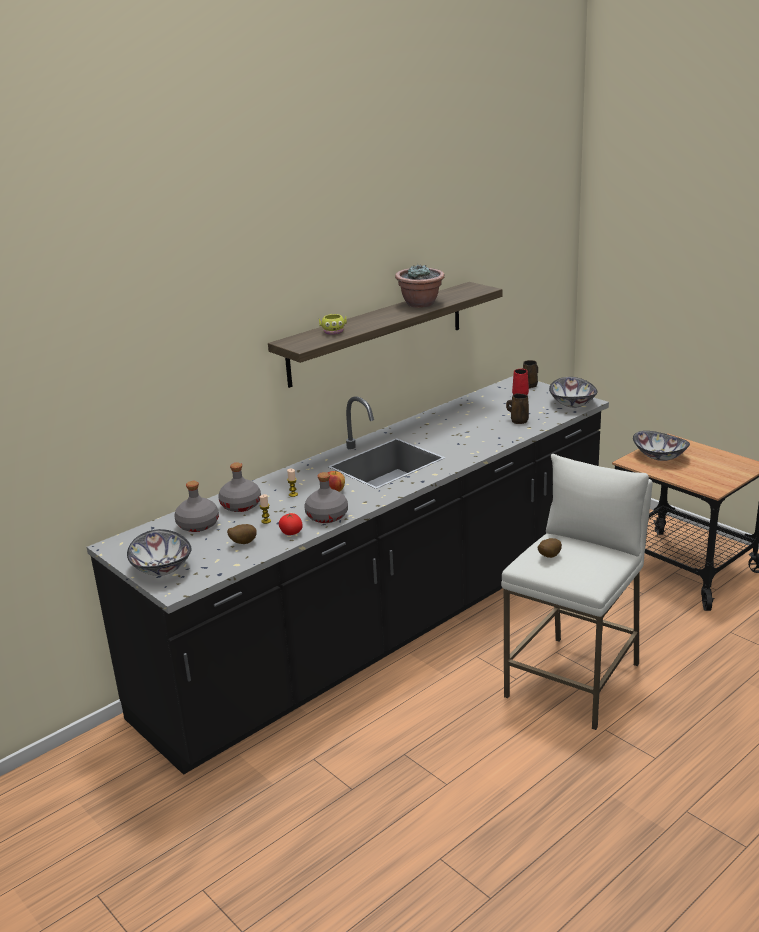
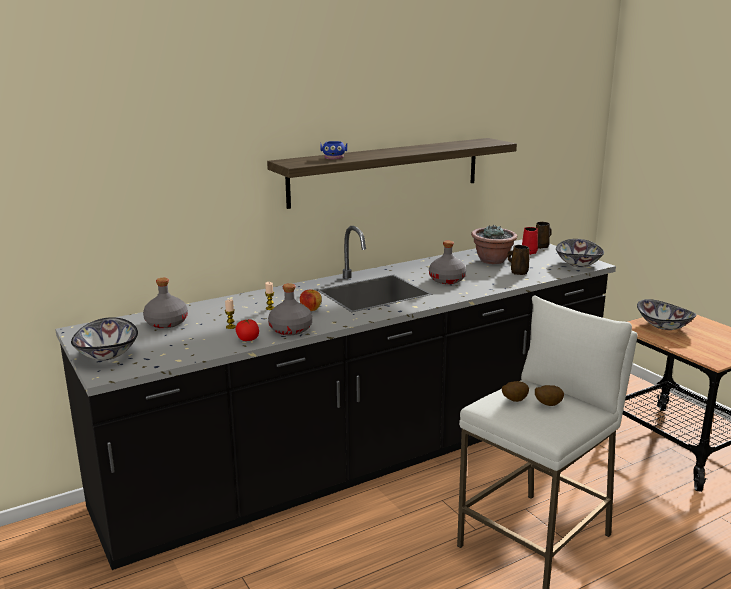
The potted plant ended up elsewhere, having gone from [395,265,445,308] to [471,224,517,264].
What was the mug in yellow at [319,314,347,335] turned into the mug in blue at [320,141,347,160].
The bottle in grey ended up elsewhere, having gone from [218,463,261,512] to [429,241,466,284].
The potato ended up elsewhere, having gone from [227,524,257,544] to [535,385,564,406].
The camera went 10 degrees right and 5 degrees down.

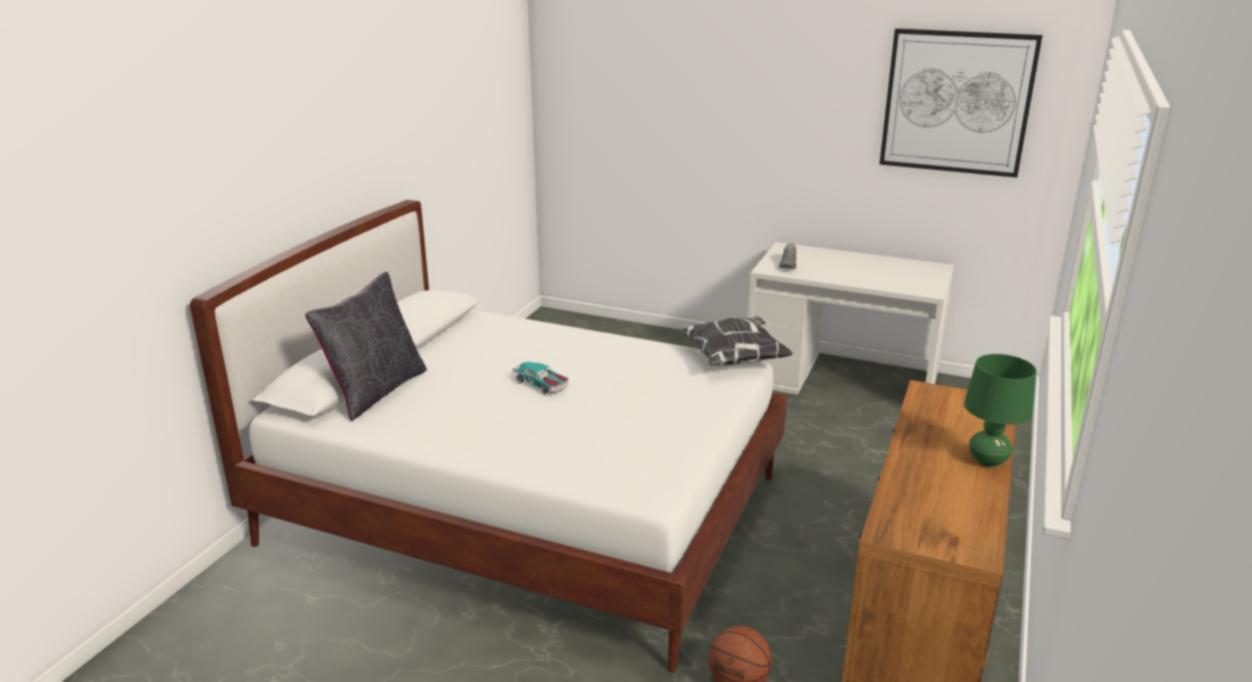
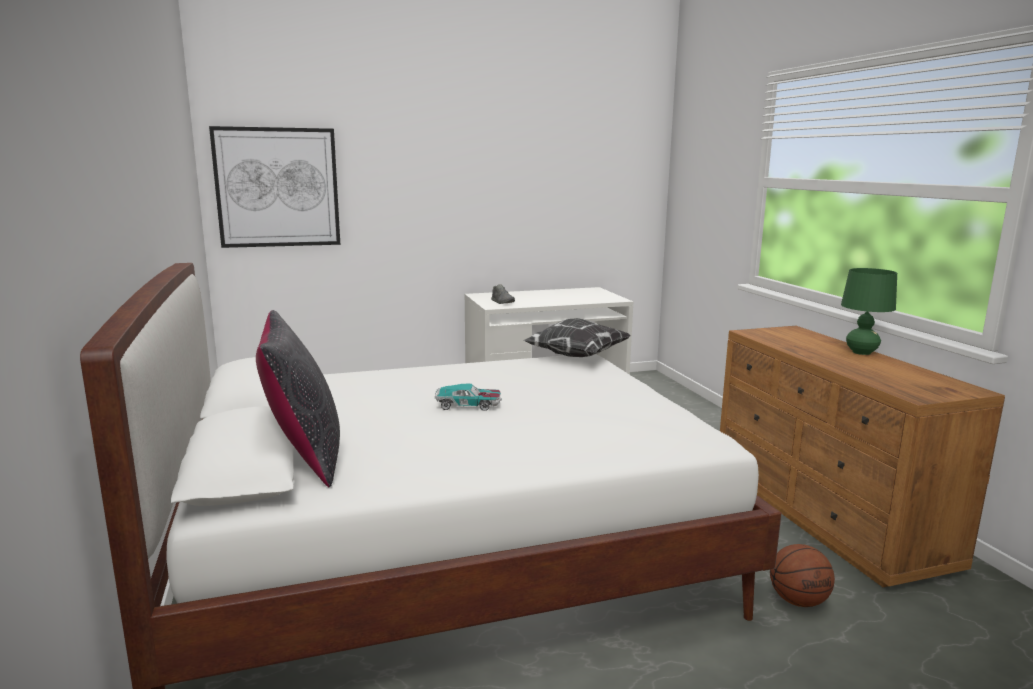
The picture ended up elsewhere, having gone from [879,28,1043,178] to [209,126,340,248].
The camera went 40 degrees left and 10 degrees down.

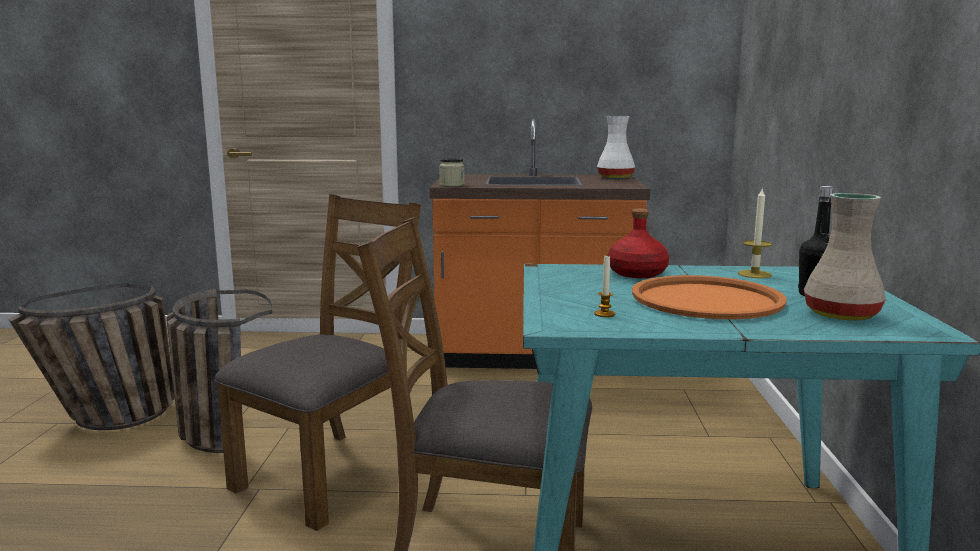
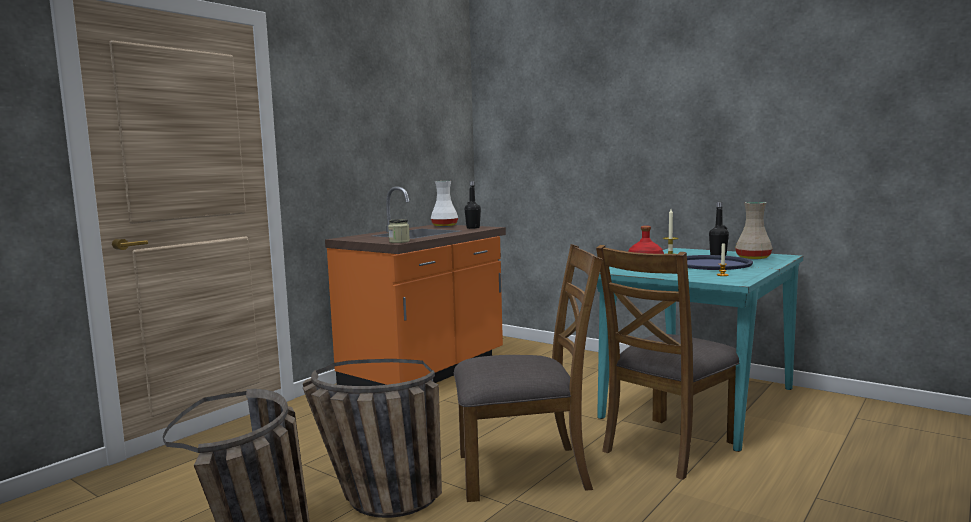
The chair in brown at [215,194,421,531] ended up facing another way, 105 degrees clockwise from before.
What was the tray in orange at [632,275,787,319] turned into the tray in blue at [687,255,753,270].
The second view gained the bottle in black at [465,181,481,229].
The camera went 55 degrees left and 5 degrees down.

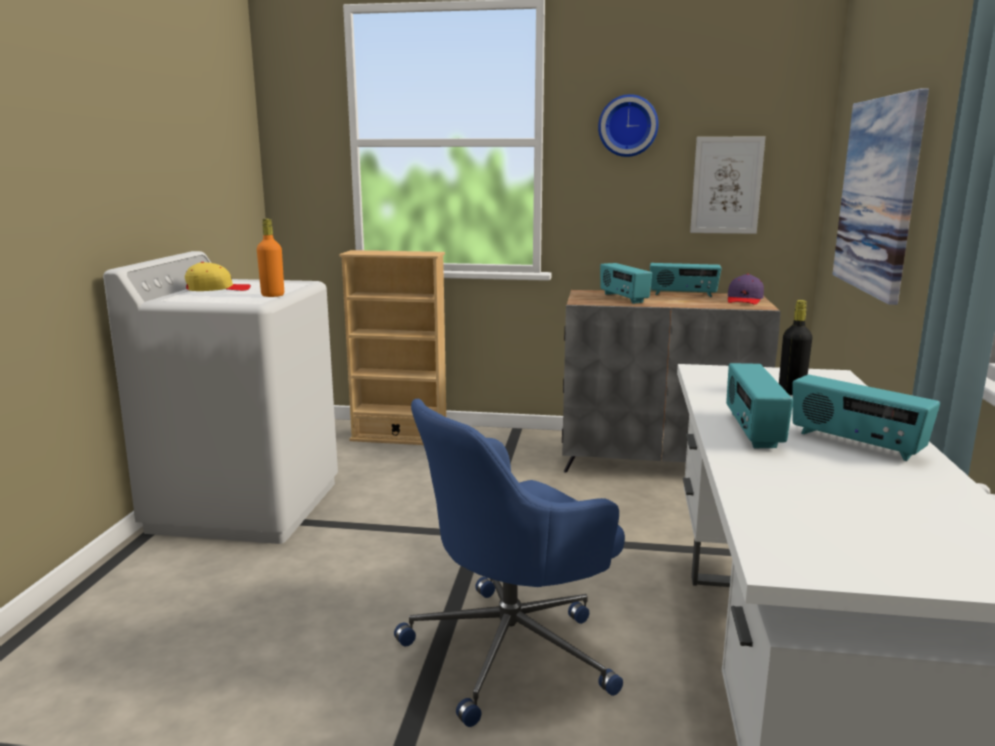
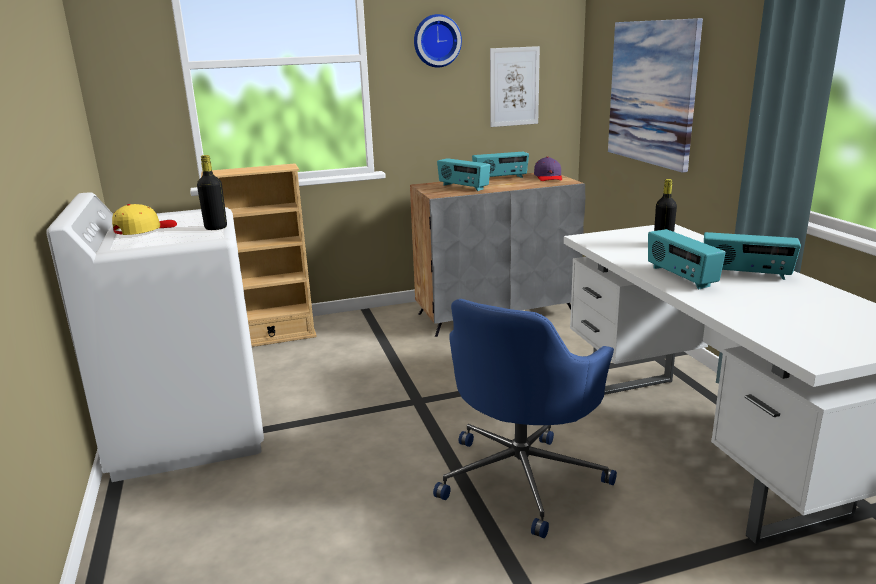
What was the bottle in orange at [257,219,284,297] turned into the bottle in black at [197,155,227,230].
The camera went 25 degrees left and 5 degrees up.

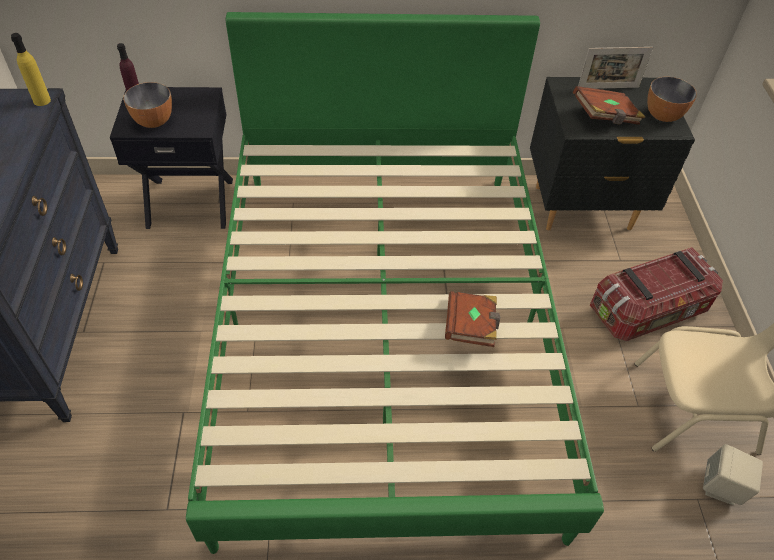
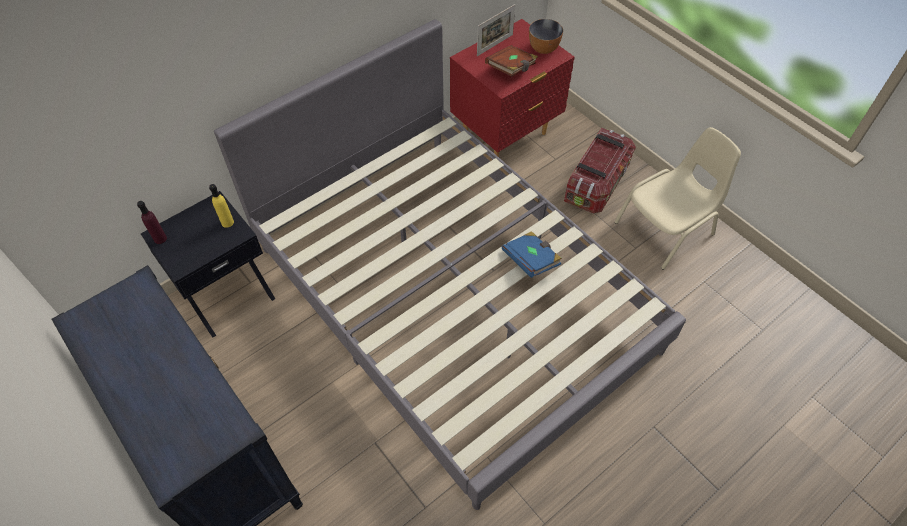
What was the bed in green at [186,12,604,554] turned into the bed in grey at [214,19,686,510].
The bottle in yellow ended up elsewhere, having gone from [11,33,51,106] to [209,184,234,228].
What was the nightstand in black at [530,77,695,230] turned into the nightstand in red at [450,19,575,157].
The second view lost the bowl at [123,82,172,128].
What was the book in brown at [445,291,500,347] turned into the book in blue at [502,231,562,278].
The second view lost the speaker in beige at [703,444,763,505].
The camera went 35 degrees left and 5 degrees up.

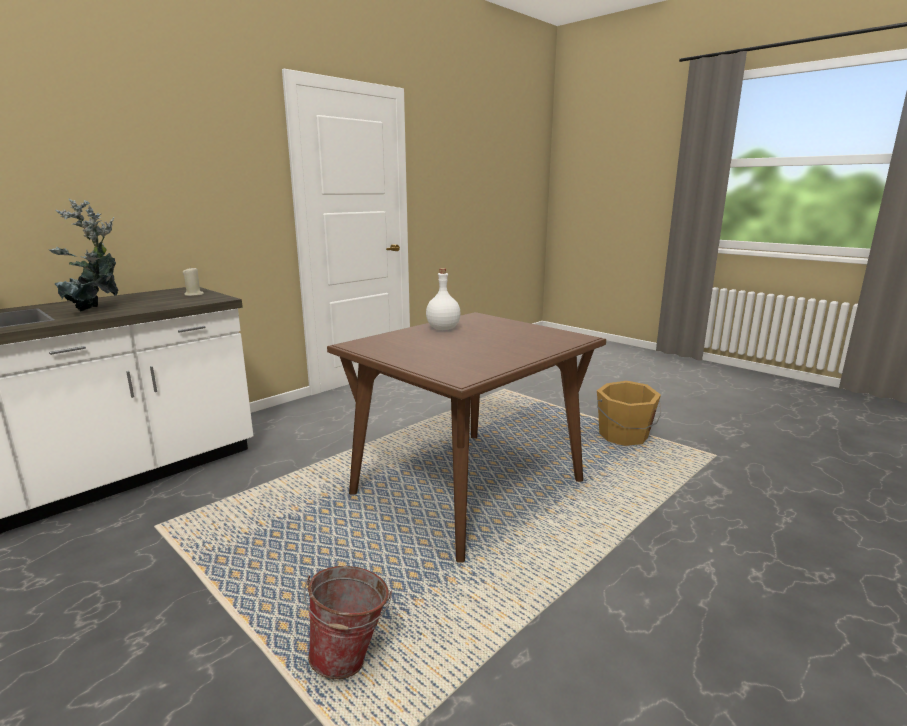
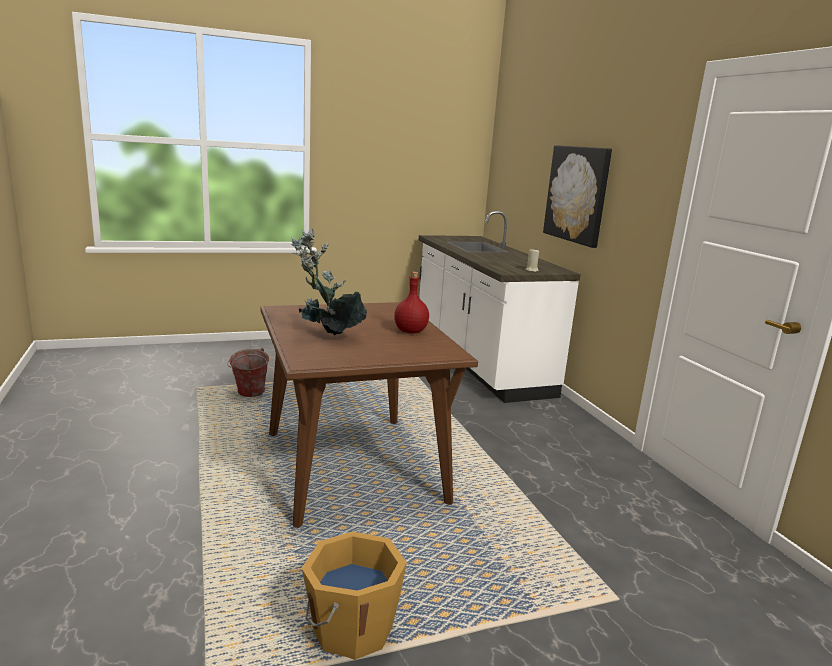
The potted plant ended up elsewhere, having gone from [49,198,118,311] to [291,229,367,335].
What was the bottle in white at [426,268,461,330] turned into the bottle in red at [394,272,429,333].
The second view gained the picture at [543,145,612,248].
The camera went 115 degrees right and 0 degrees up.

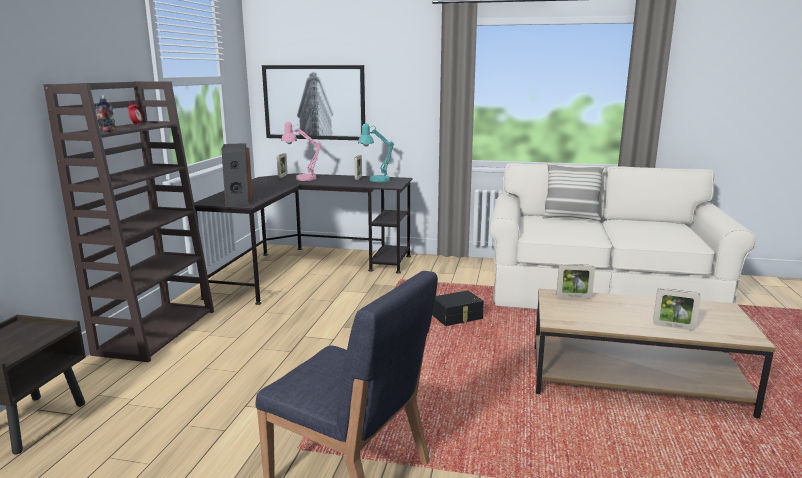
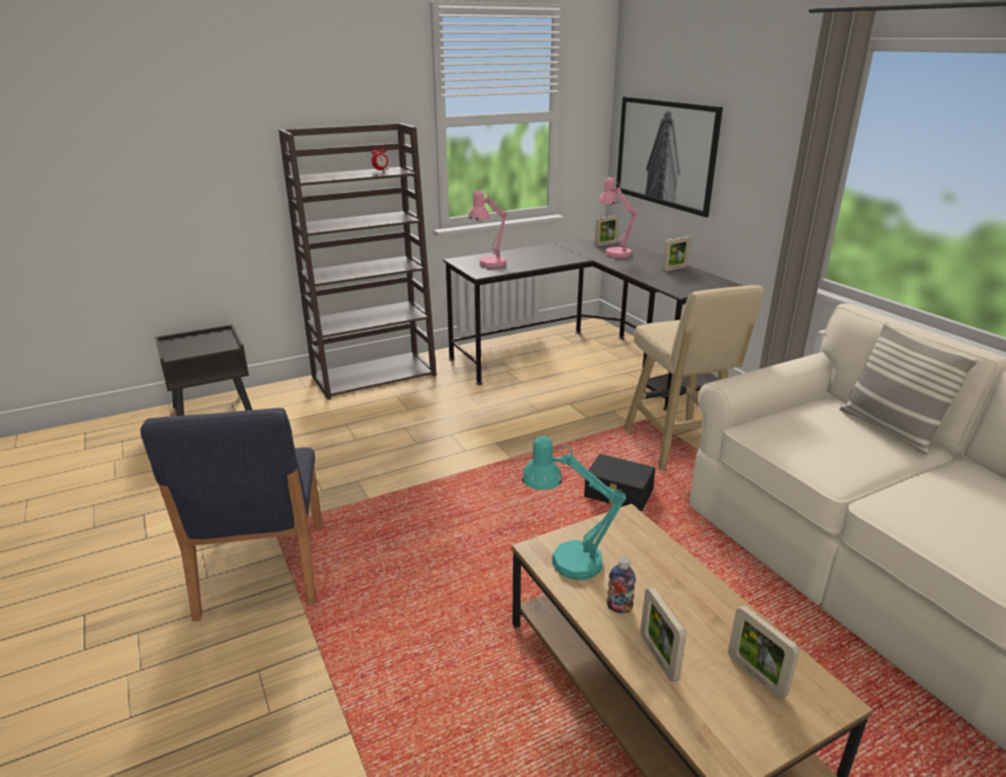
The bottle ended up elsewhere, having gone from [96,95,116,133] to [607,557,636,613].
The table lamp in turquoise ended up elsewhere, having gone from [358,123,394,182] to [522,436,626,580].
Where the speaker stood at [221,143,253,206], the table lamp in pink came to stand at [468,190,507,268].
The picture frame ended up elsewhere, having gone from [556,264,595,299] to [728,606,800,699].
The second view gained the stool in beige at [623,285,764,470].
The camera went 50 degrees right and 10 degrees up.

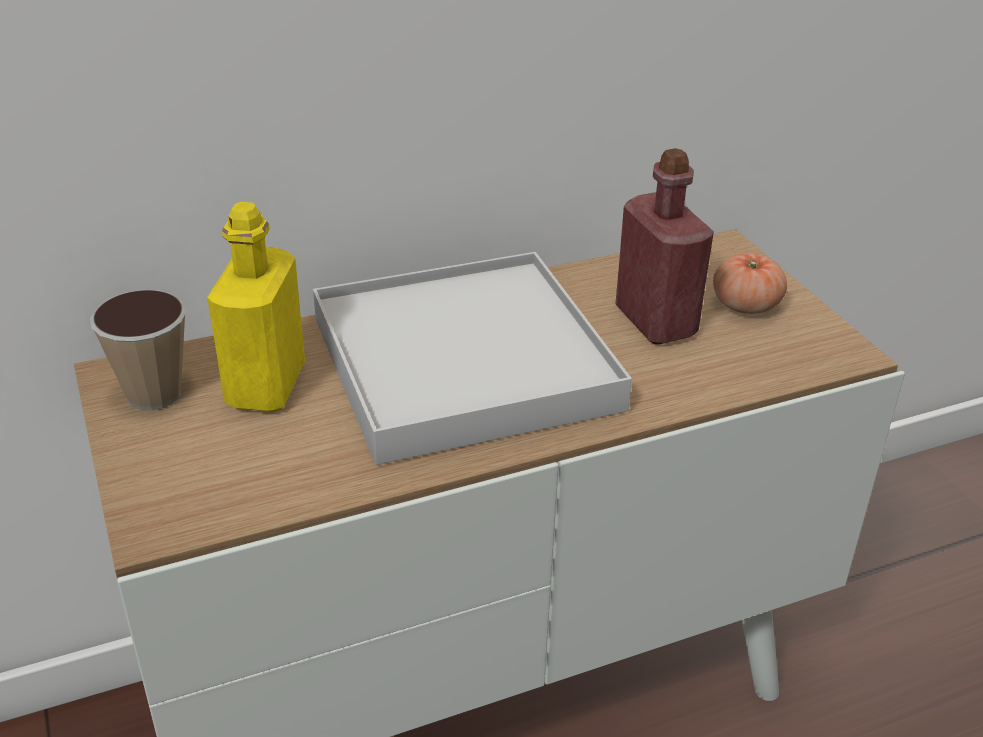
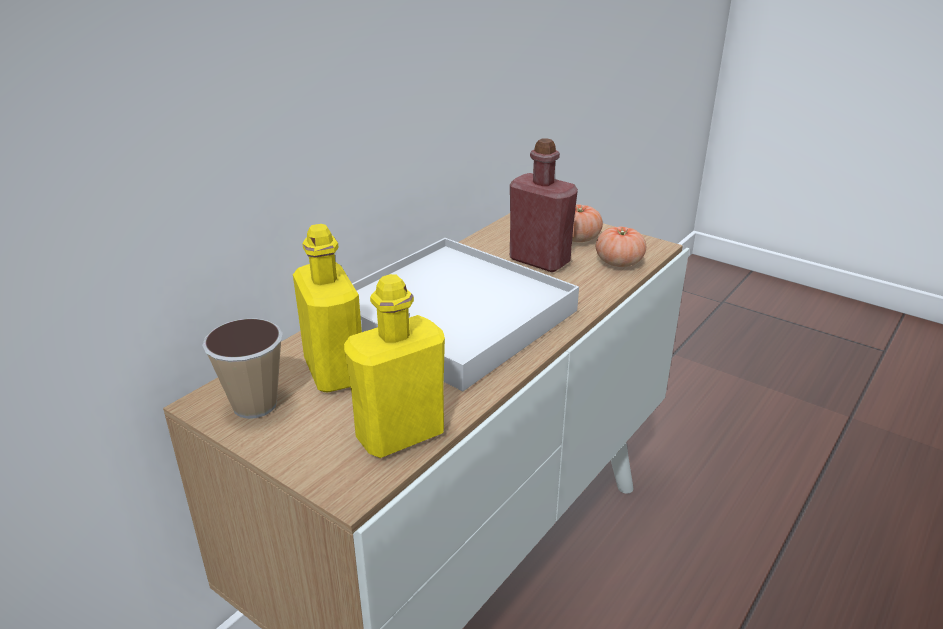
The second view gained the tomato at [596,227,646,267].
The second view gained the bottle in yellow at [344,274,445,458].
The camera went 30 degrees left and 5 degrees down.

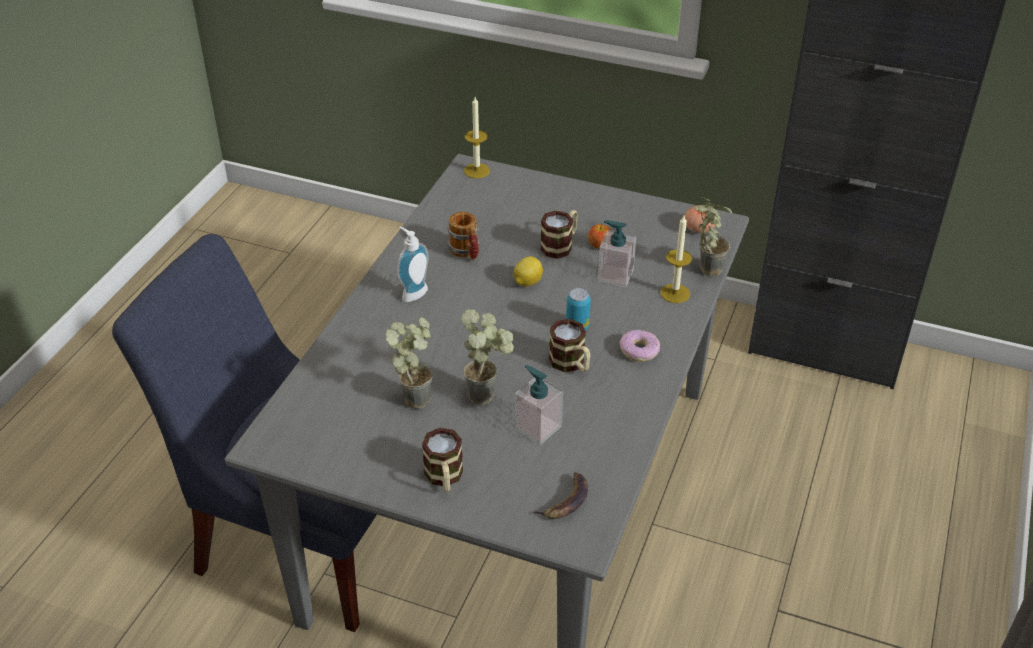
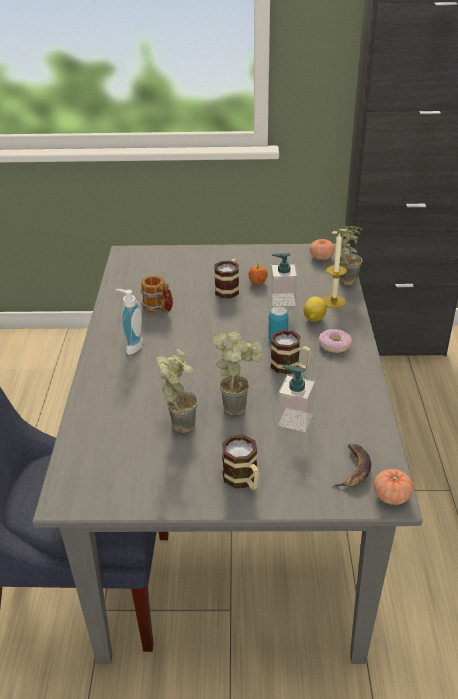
The second view lost the candle at [464,97,490,178].
The lemon ended up elsewhere, having gone from [514,256,543,286] to [304,297,327,321].
The second view gained the tomato at [374,469,414,505].
The camera went 20 degrees left and 5 degrees down.

